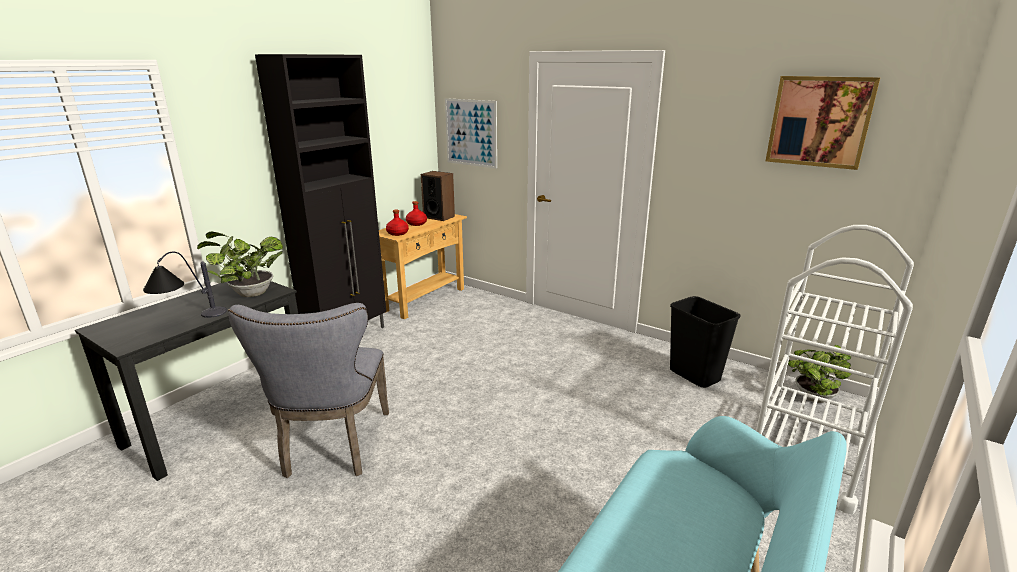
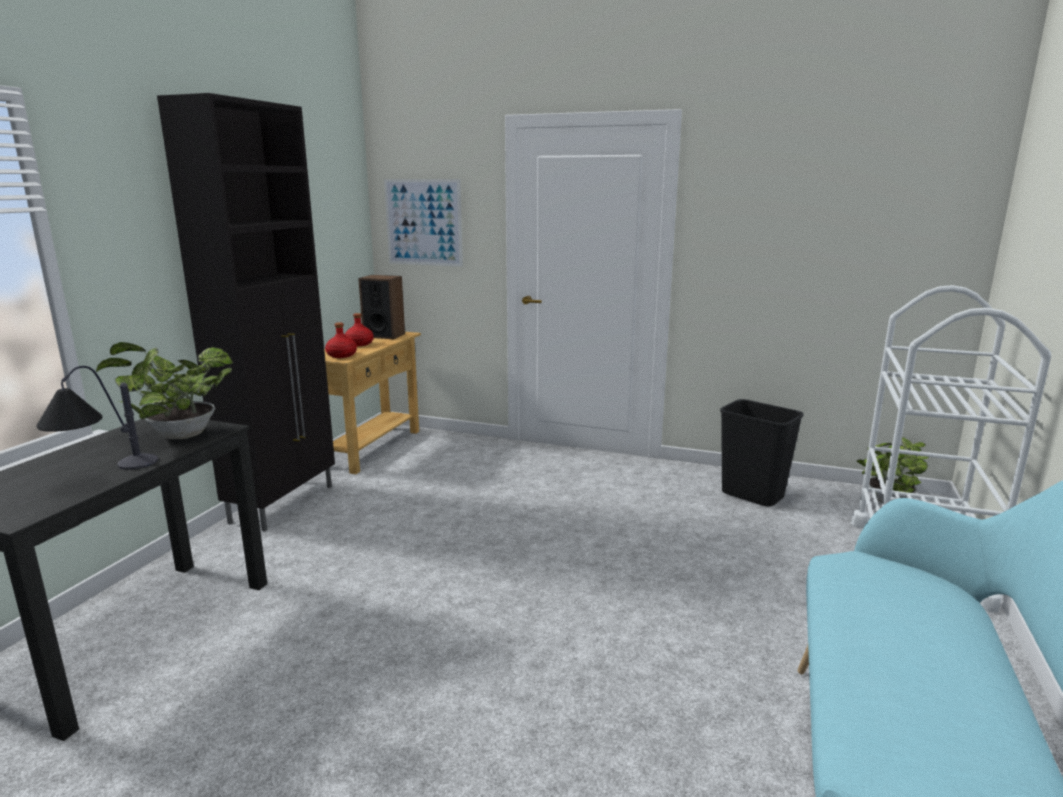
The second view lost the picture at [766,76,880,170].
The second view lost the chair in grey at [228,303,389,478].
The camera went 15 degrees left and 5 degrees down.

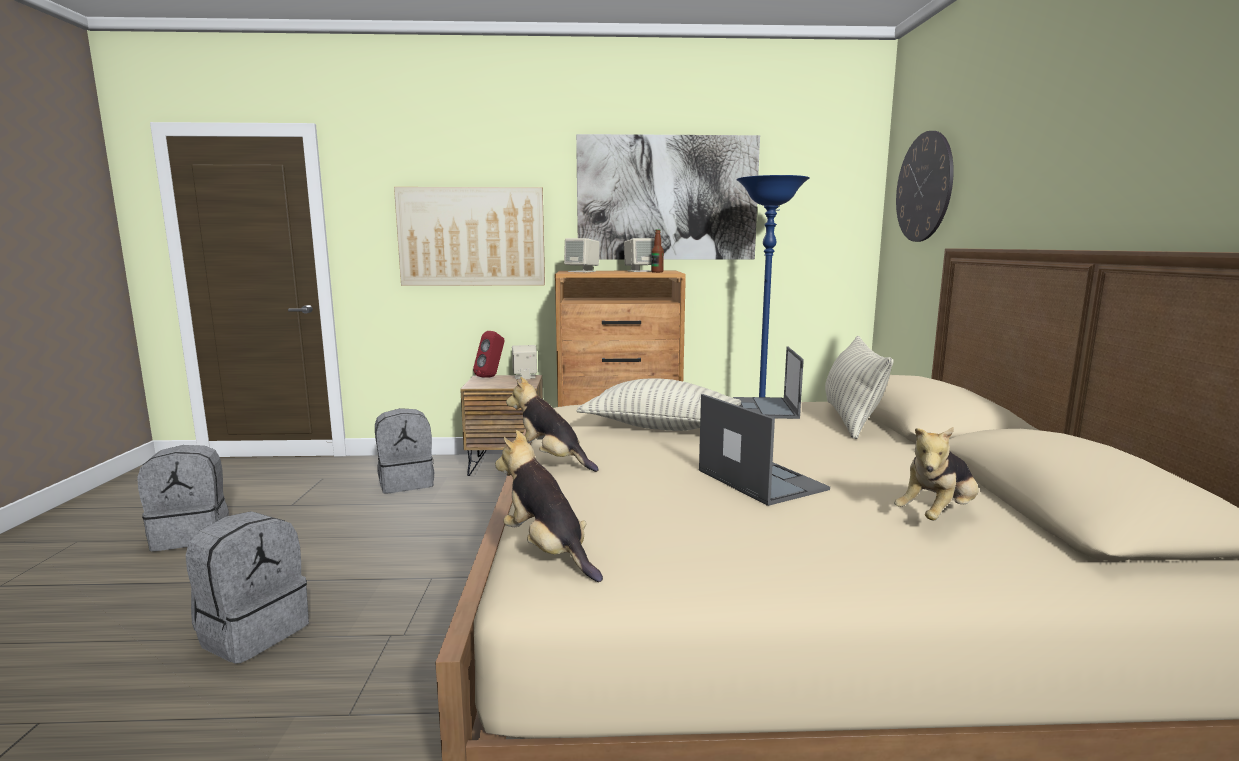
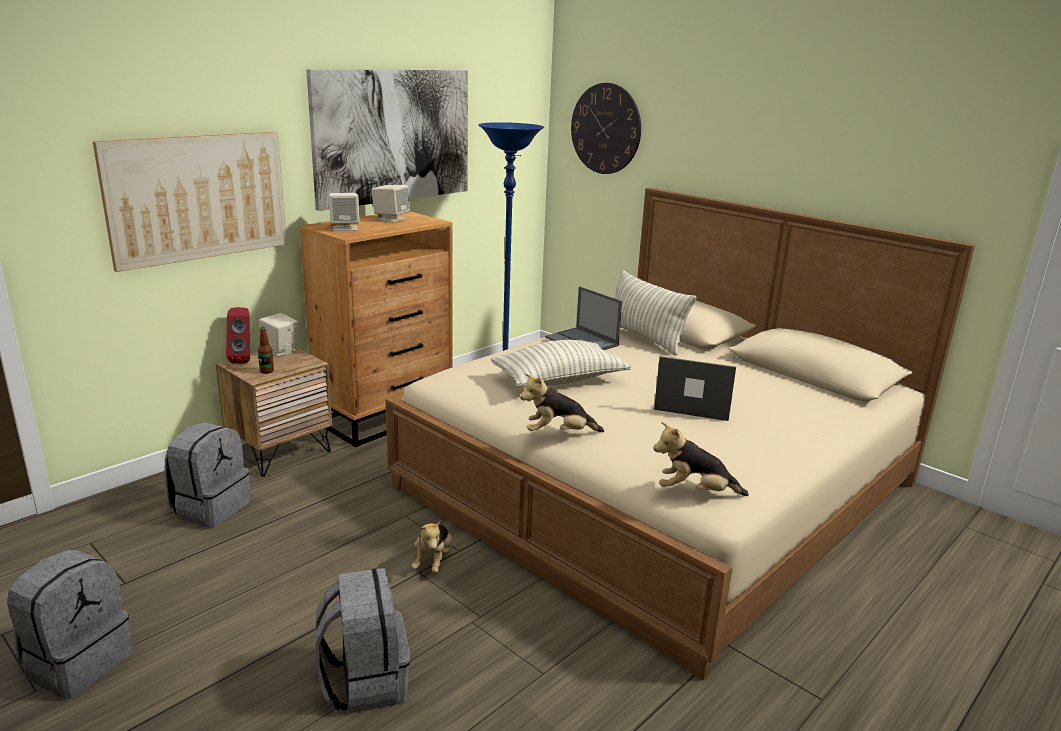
The bottle ended up elsewhere, having gone from [651,229,664,273] to [258,327,274,374].
The plush toy ended up elsewhere, having gone from [894,427,978,520] to [412,520,452,573].
The camera went 45 degrees left and 10 degrees up.

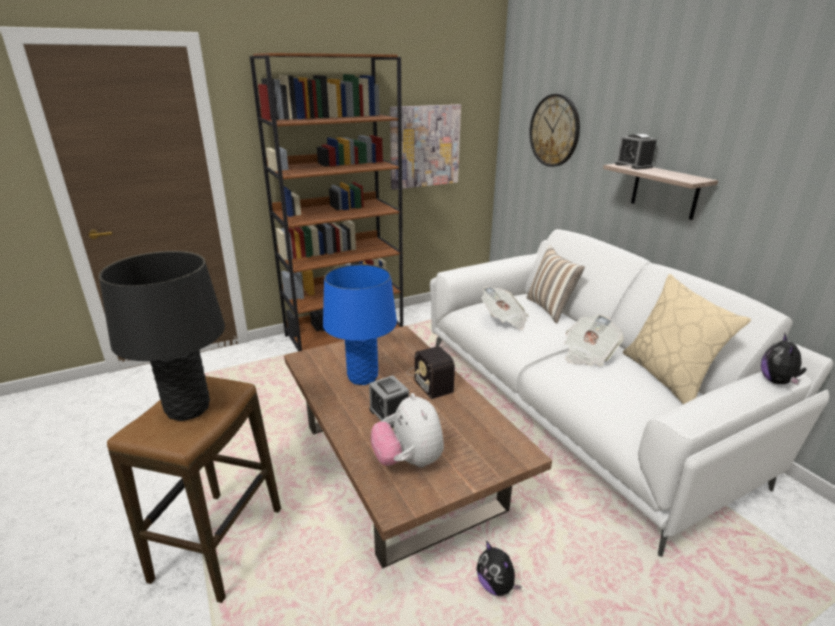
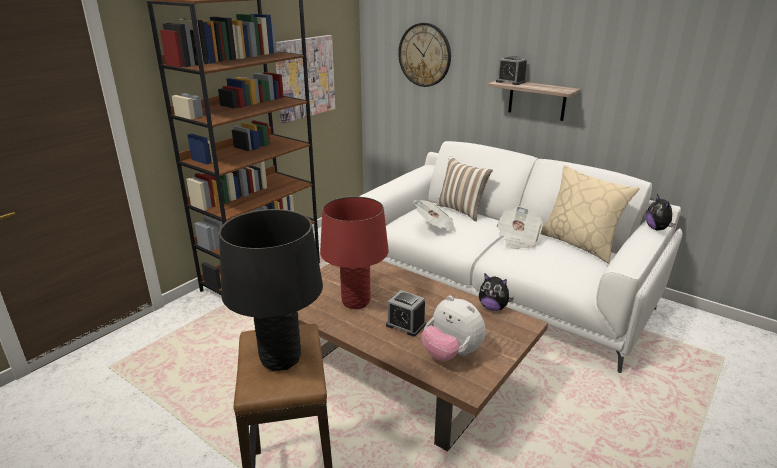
What was the table lamp in blue at [323,264,397,385] turned into the table lamp in red at [320,196,389,309].
The second view lost the radio at [406,346,455,399].
The plush toy ended up elsewhere, having gone from [476,541,522,596] to [479,274,514,311].
The camera went 25 degrees left and 0 degrees up.

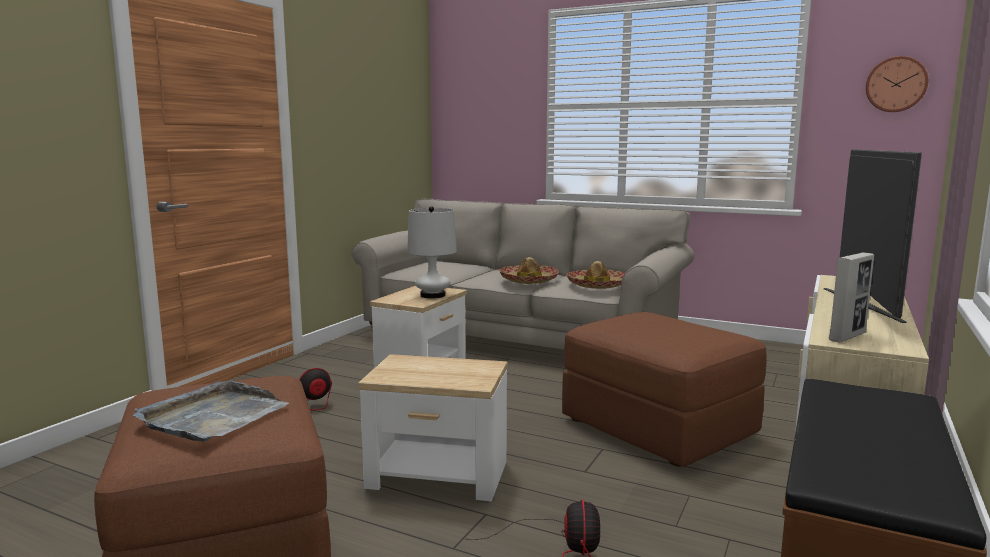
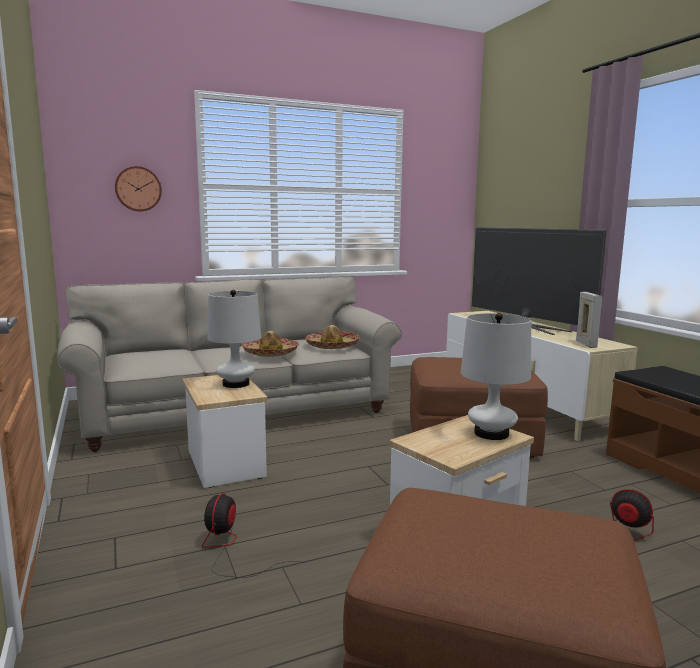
The wall clock ended up elsewhere, having gone from [866,56,928,112] to [115,166,162,211].
The second view lost the tray in grey at [133,381,289,442].
The second view gained the table lamp in white at [461,313,531,440].
The camera went 50 degrees left and 0 degrees up.

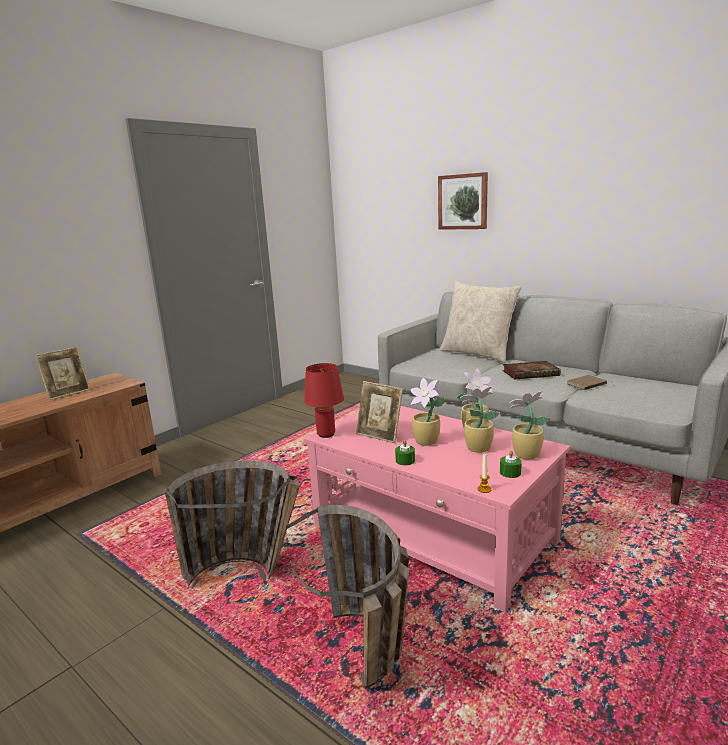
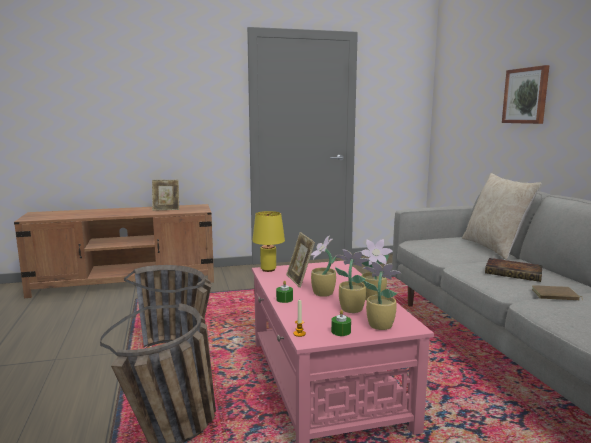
What was the table lamp in red at [304,363,344,438] turned into the table lamp in yellow at [252,211,285,272].
The camera went 35 degrees right and 5 degrees down.

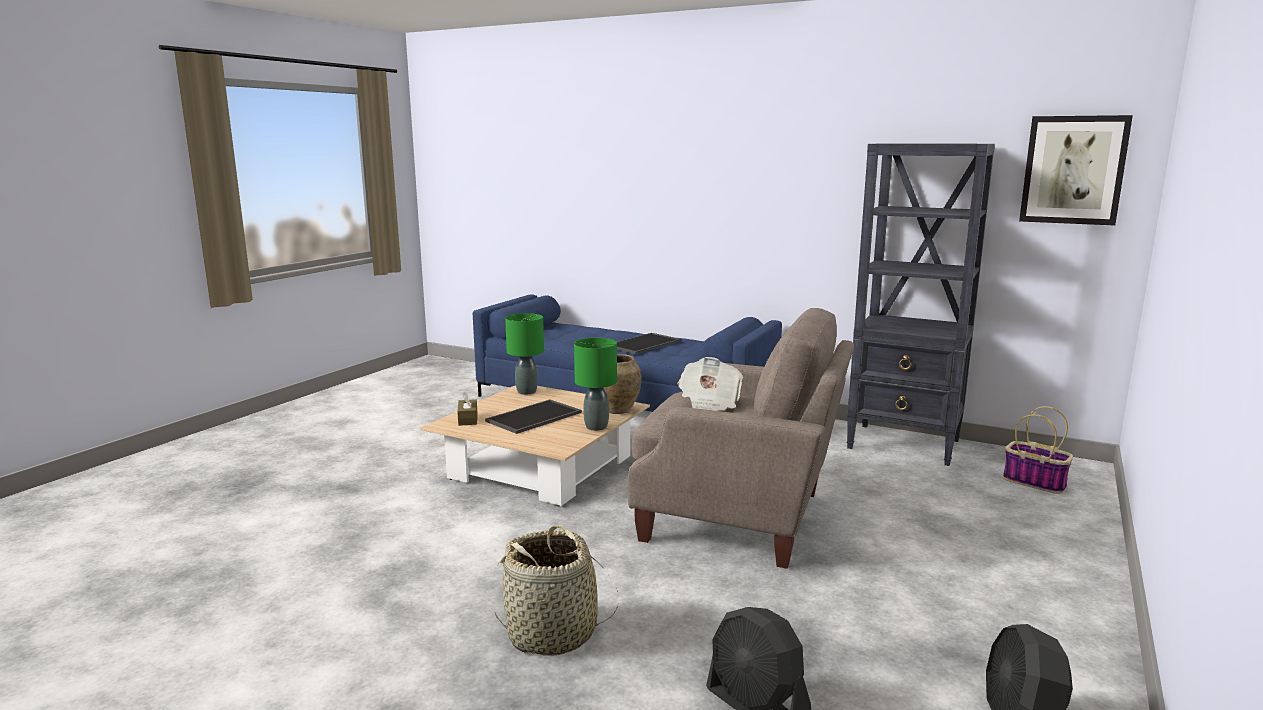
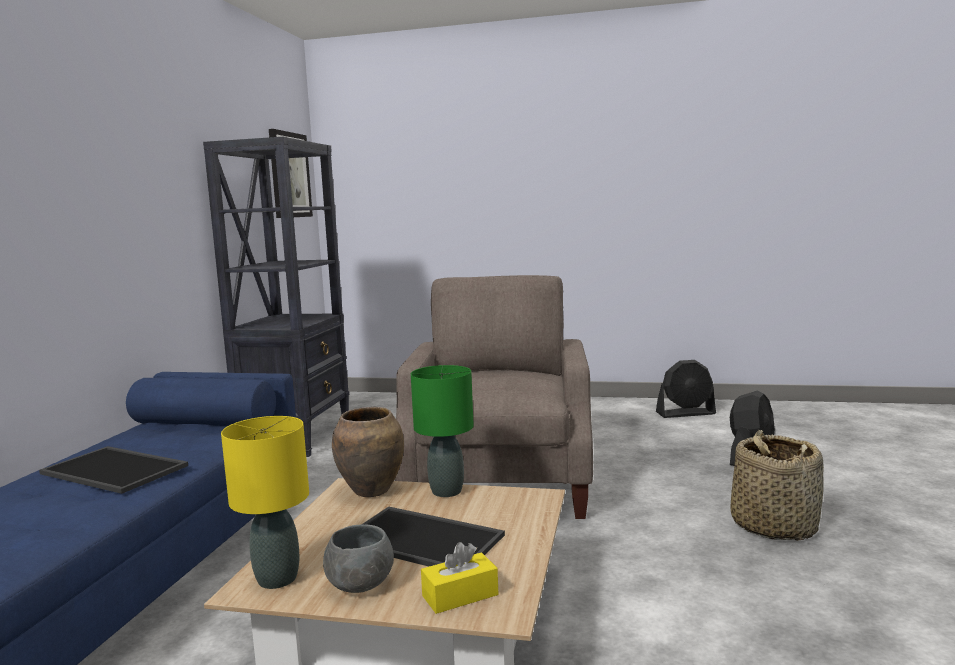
What was the table lamp in green at [505,313,544,395] turned into the table lamp in yellow at [221,416,309,589].
The second view lost the newspaper at [678,357,743,411].
What was the tissue box in brown at [457,391,478,426] turned into the tissue box in yellow at [421,542,498,614].
The second view lost the basket at [1003,406,1073,494].
The second view gained the bowl in grey at [323,525,394,593].
The camera went 105 degrees left and 5 degrees down.

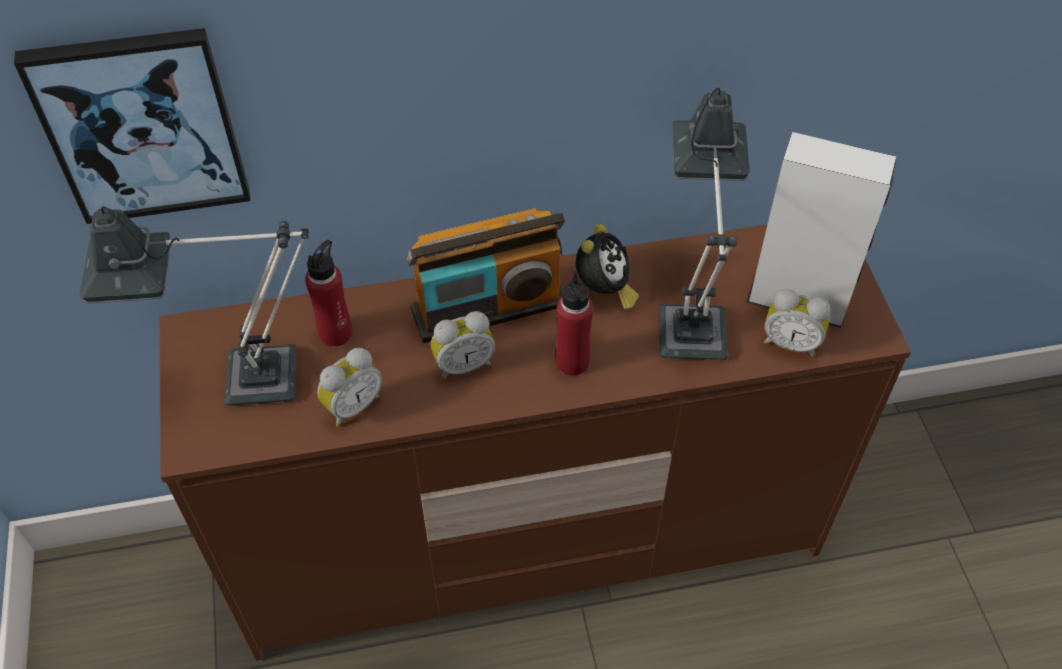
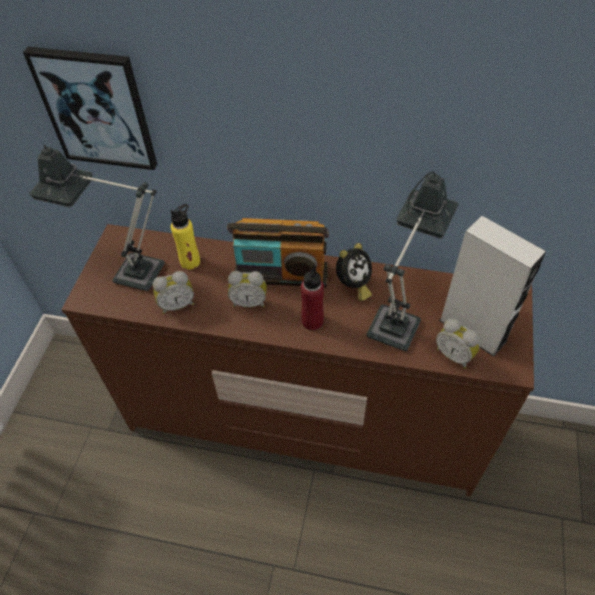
What was the bottle in red at [305,240,352,347] turned into the bottle in yellow at [170,204,200,269].
The camera went 25 degrees right and 0 degrees up.

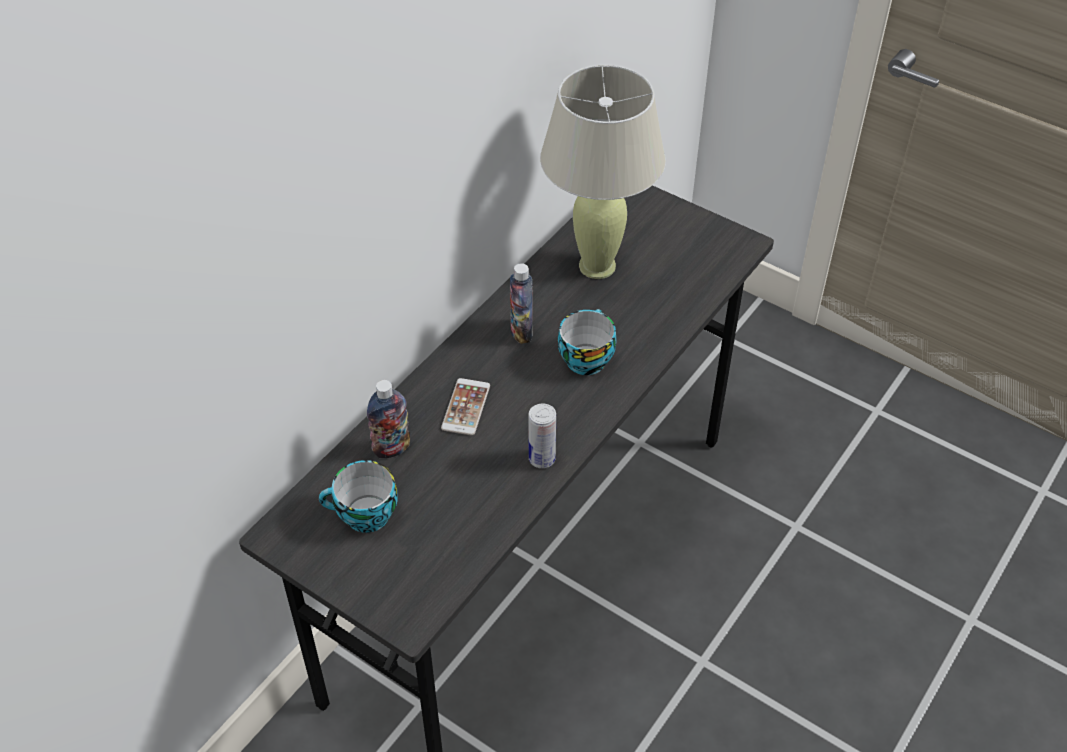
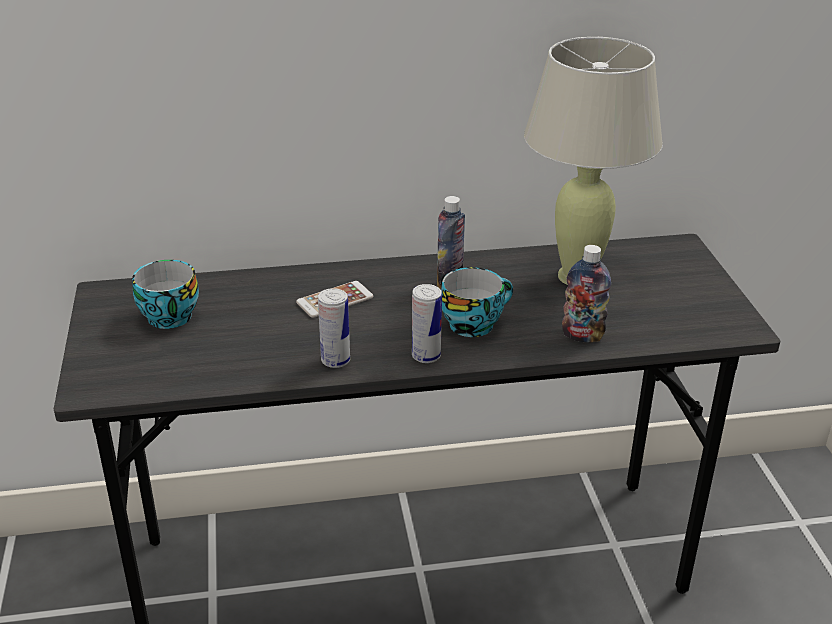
The bottle ended up elsewhere, having gone from [367,380,410,458] to [562,245,611,342].
The second view gained the can at [412,284,442,363].
The camera went 45 degrees right and 15 degrees down.

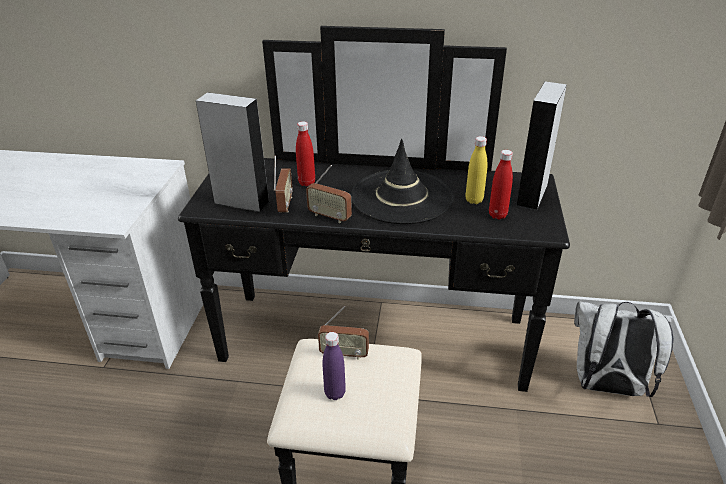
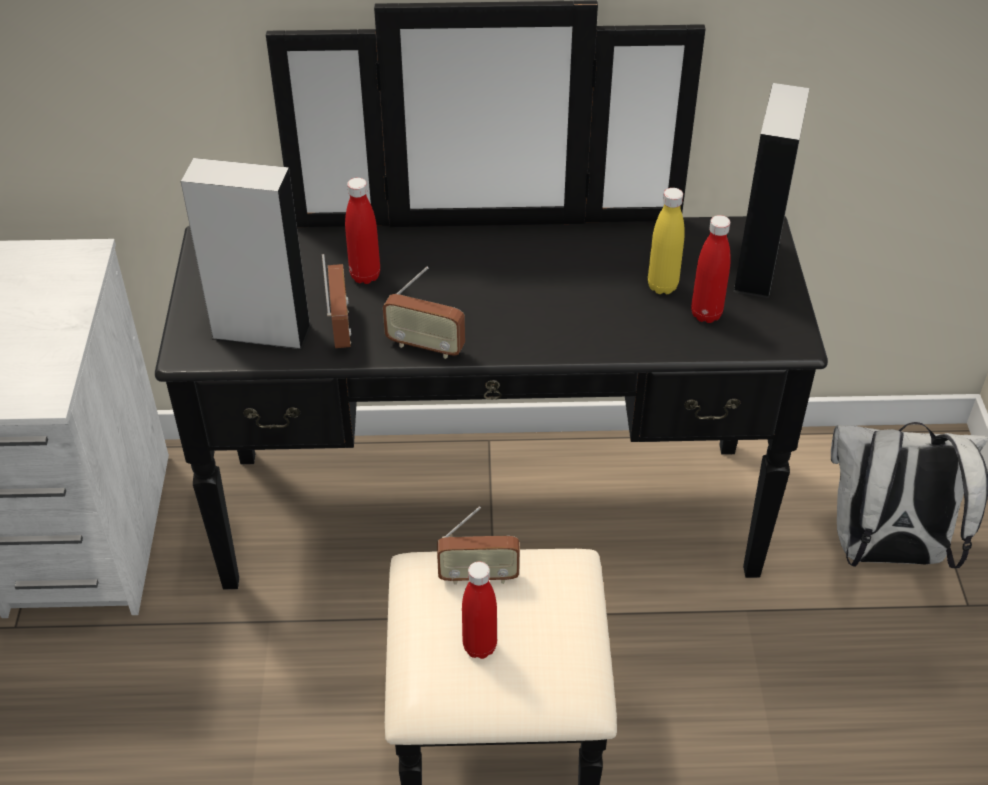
The second view lost the hat in black at [351,139,454,224].
What was the bottle in purple at [322,332,346,400] turned into the bottle in red at [462,562,497,659].
The camera went 10 degrees left and 10 degrees up.

